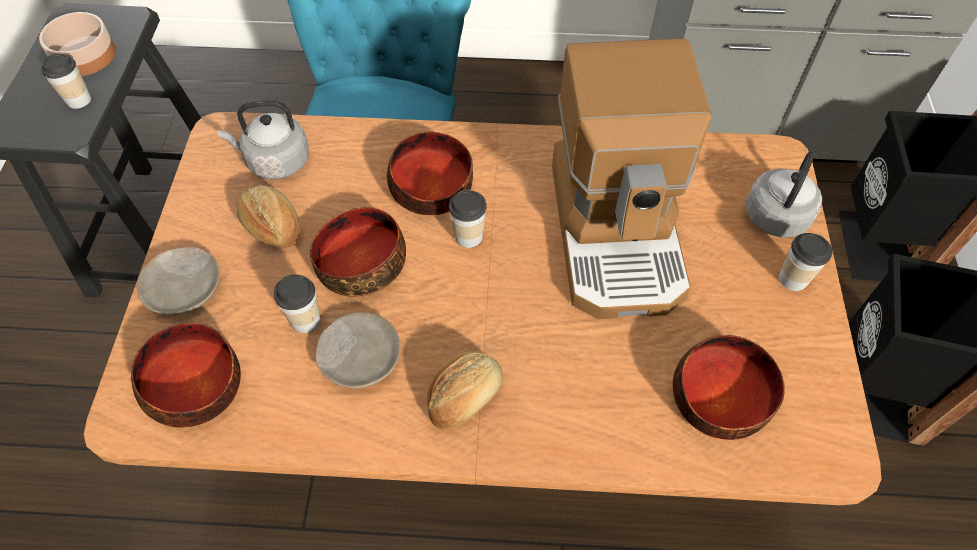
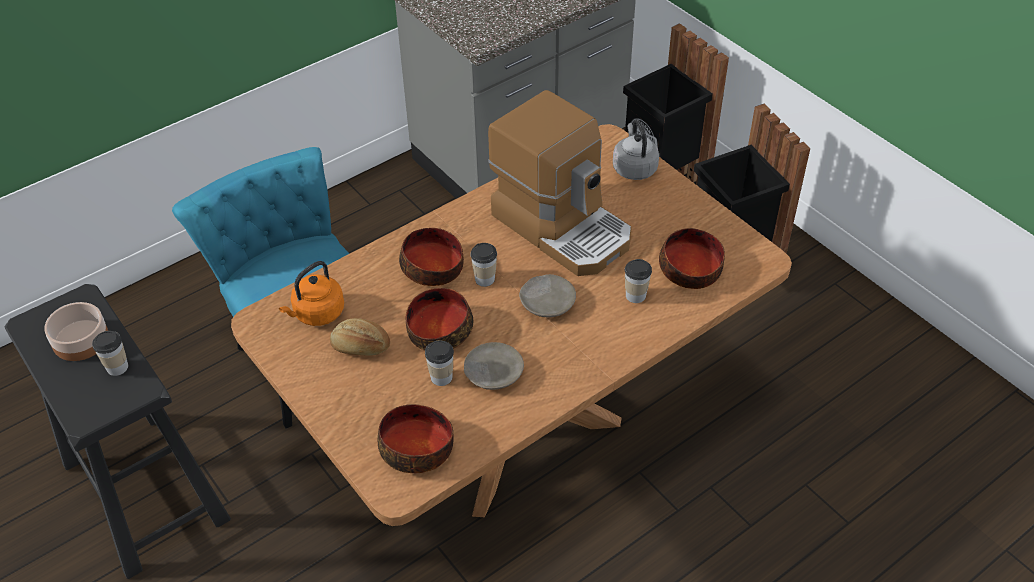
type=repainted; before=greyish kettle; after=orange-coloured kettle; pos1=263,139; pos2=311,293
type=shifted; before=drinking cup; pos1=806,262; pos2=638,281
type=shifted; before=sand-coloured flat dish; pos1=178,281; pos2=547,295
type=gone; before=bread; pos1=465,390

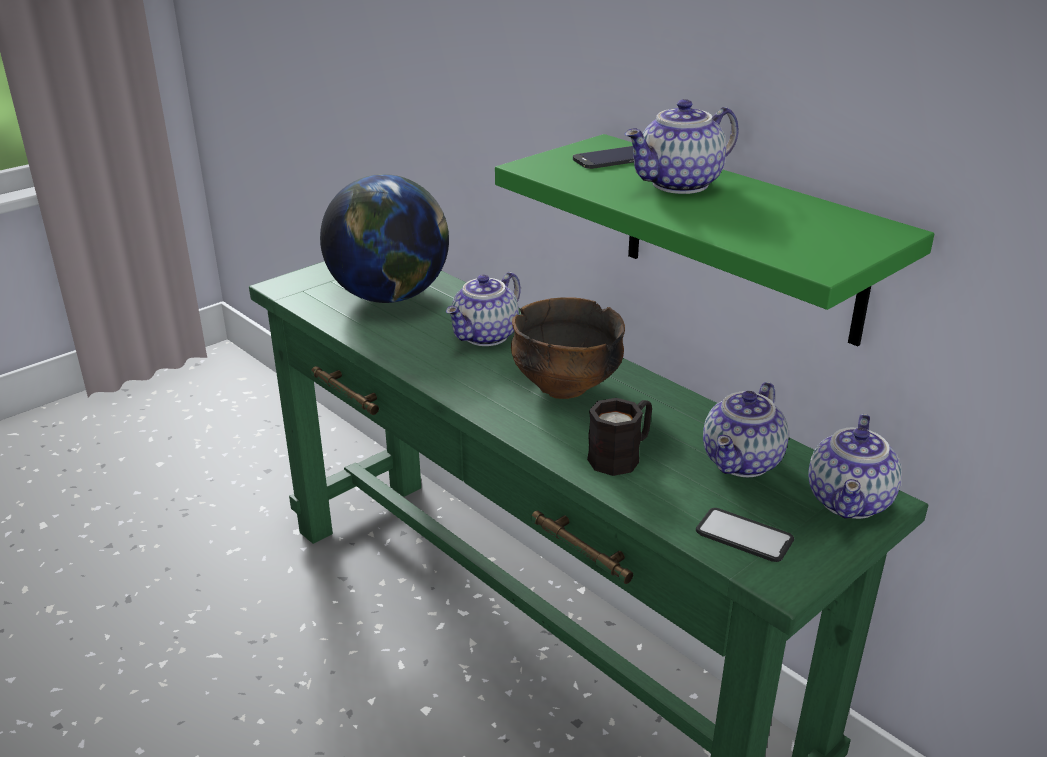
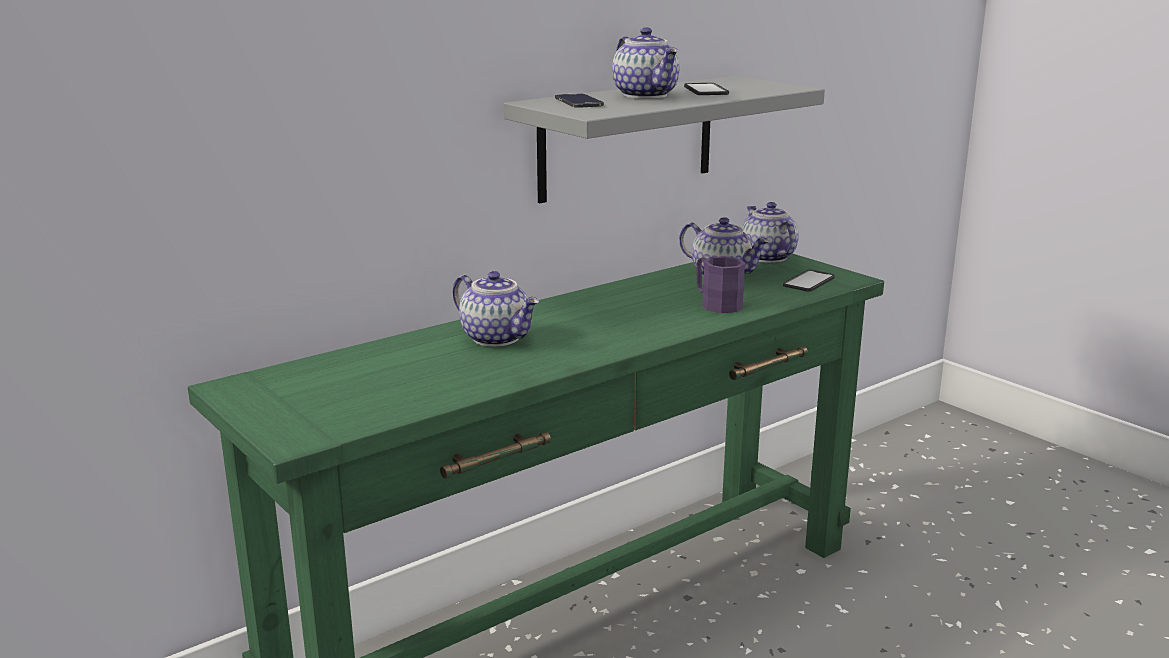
type=repainted; before=green-coloured wall shelf; after=greyish wall shelf; pos1=714,240; pos2=664,139
type=gone; before=globe; pos1=384,238
type=gone; before=serving bowl; pos1=568,348
type=repainted; before=black-coloured tea mug; after=purple-coloured tea mug; pos1=619,437; pos2=721,284
type=rotated; before=teapot; pos1=855,466; pos2=770,232; turn=-135
type=new; after=handset; pos2=706,89

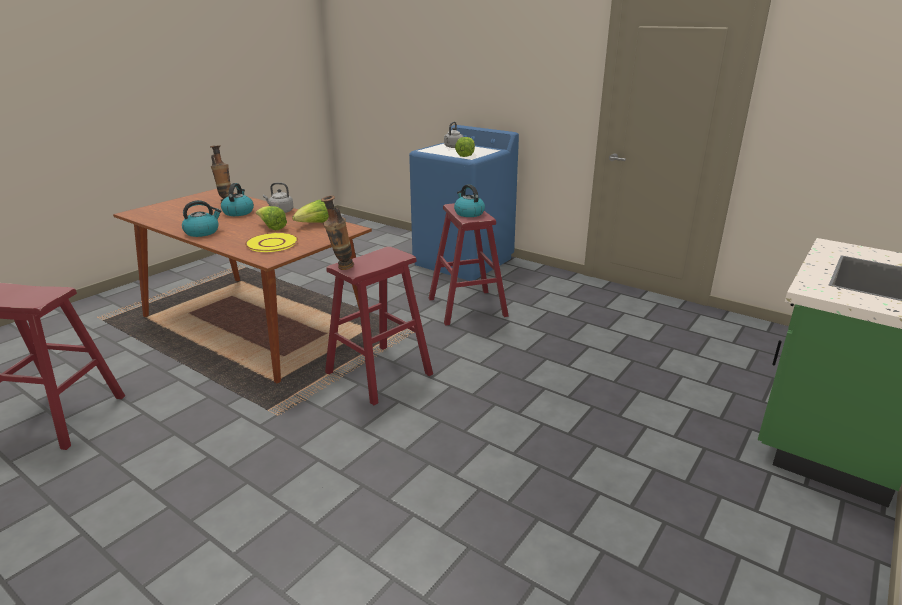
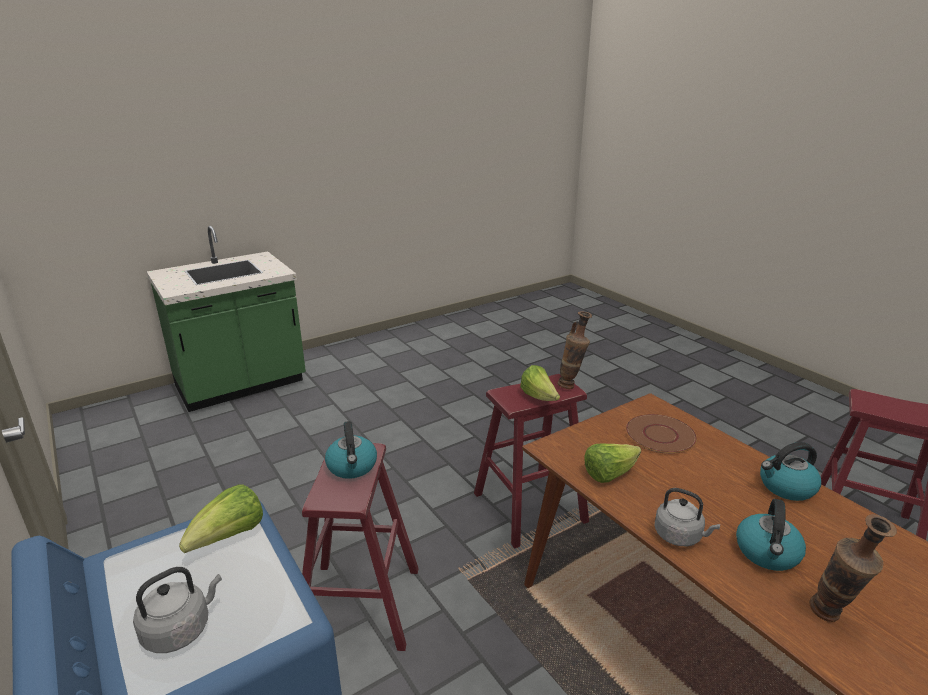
type=shifted; before=head of lettuce; pos1=271,218; pos2=540,383
type=repainted; before=yellow flat dish; after=brownish flat dish; pos1=271,242; pos2=661,434

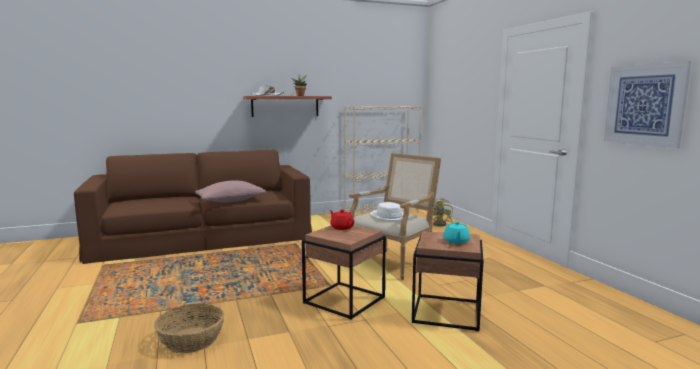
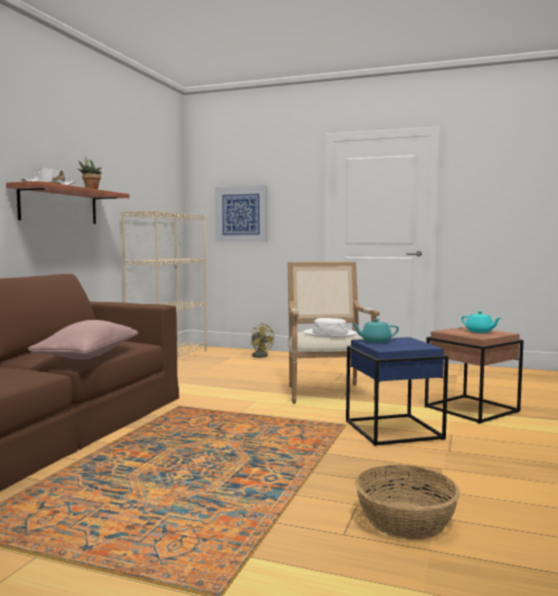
type=shifted; before=picture; pos1=647,105; pos2=241,213
type=repainted; before=reddish teapot; after=turquoise-coloured teapot; pos1=342,220; pos2=376,331
type=repainted; before=brownish end table; after=blue-coloured end table; pos1=344,272; pos2=397,391

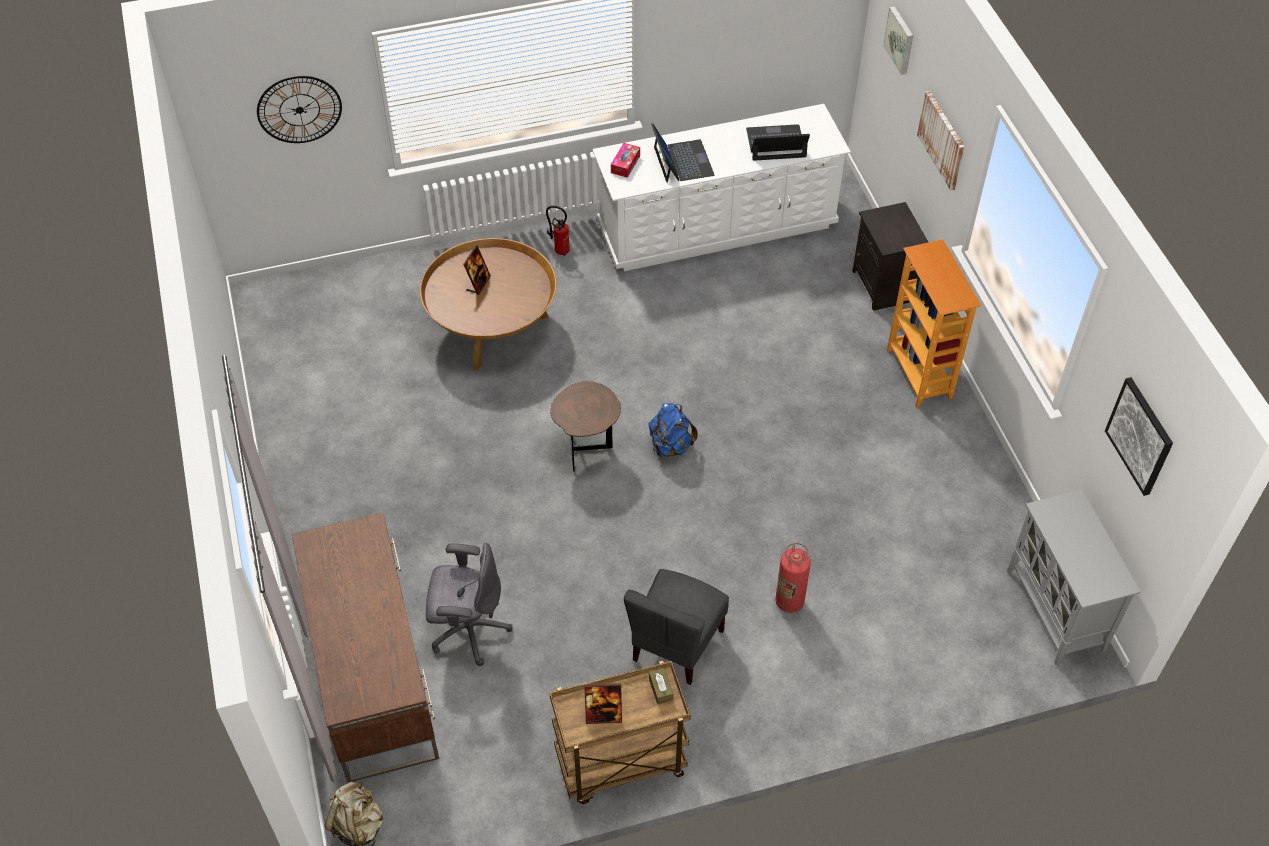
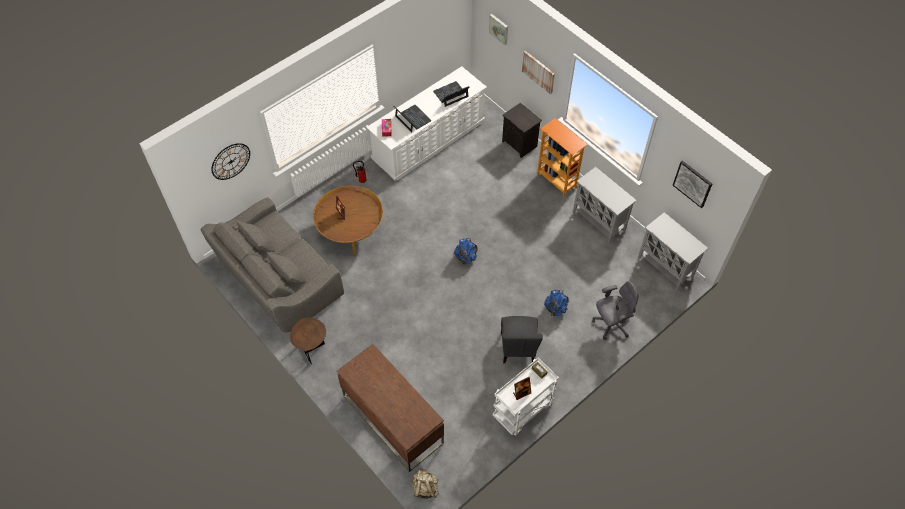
type=shifted; before=brownish end table; pos1=585,426; pos2=308,340
type=swapped; before=fire extinguisher; after=blue-coloured knapsack; pos1=793,577; pos2=556,303
type=shifted; before=greyish desk chair; pos1=469,604; pos2=615,310
type=repainted; before=brownish trolley; after=whitish trolley; pos1=619,732; pos2=526,396
type=new; after=greyish cupboard; pos2=605,205
type=new; after=greyish couch; pos2=272,264

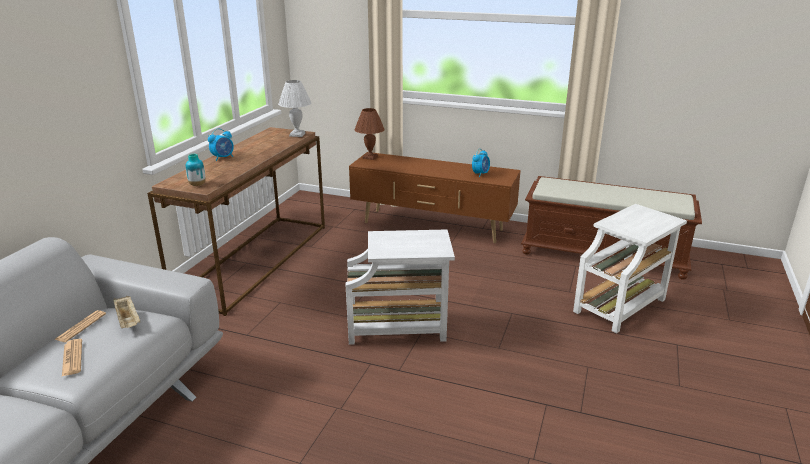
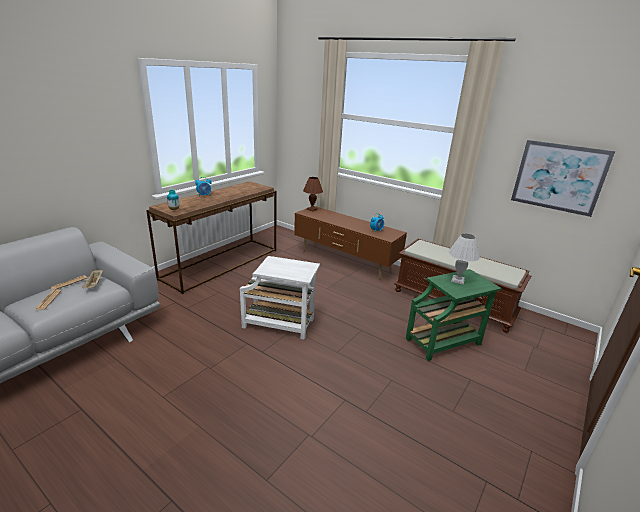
type=shifted; before=whitish tabletop lamp; pos1=294,108; pos2=464,259
type=repainted; before=whitish end table; after=green-coloured end table; pos1=630,268; pos2=454,315
type=new; after=picture; pos2=563,178

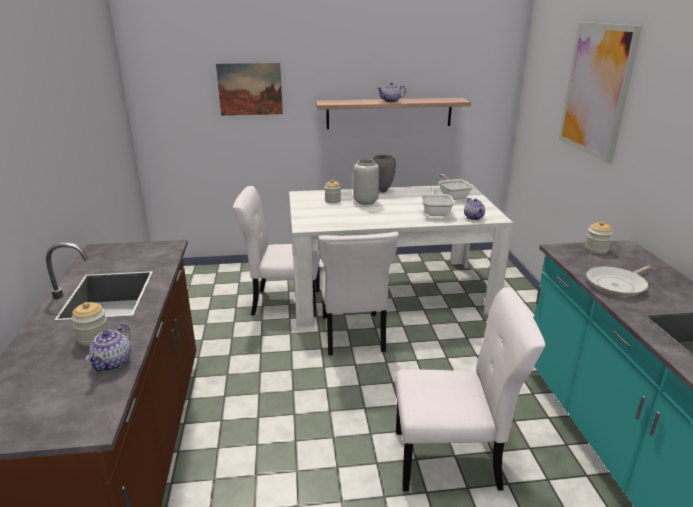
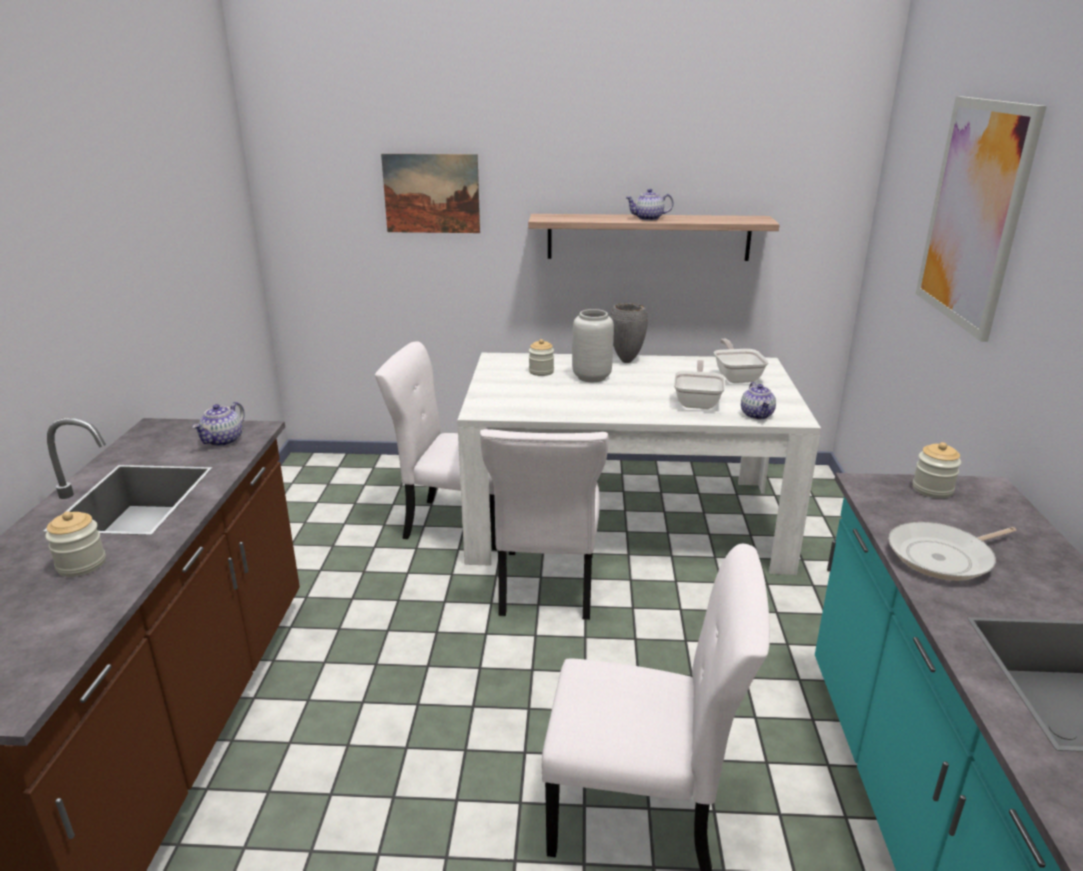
type=shifted; before=teapot; pos1=109,347; pos2=218,424

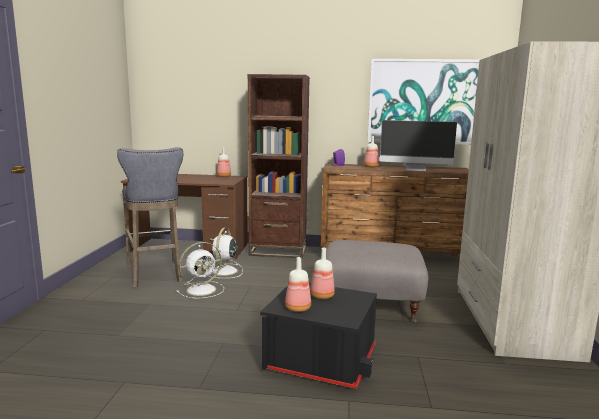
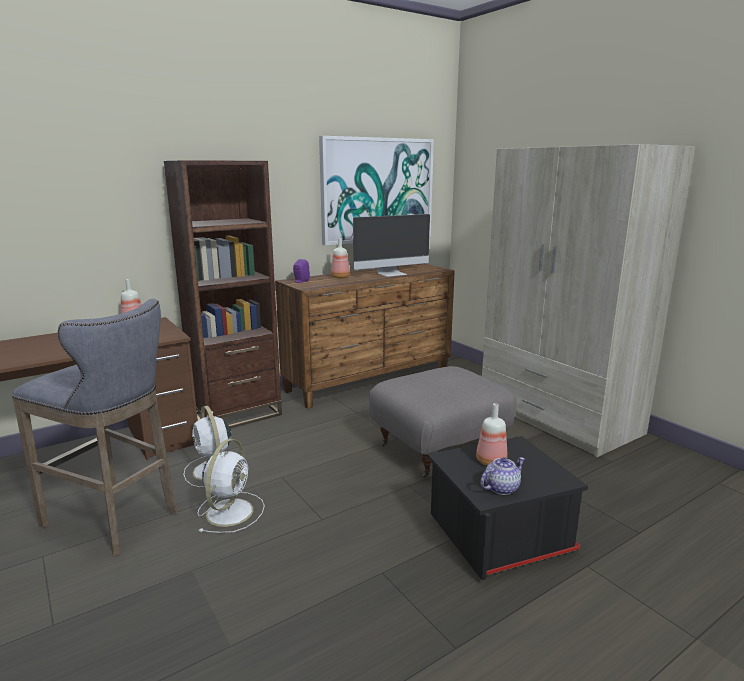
type=swapped; before=bottle; after=teapot; pos1=298,284; pos2=502,476

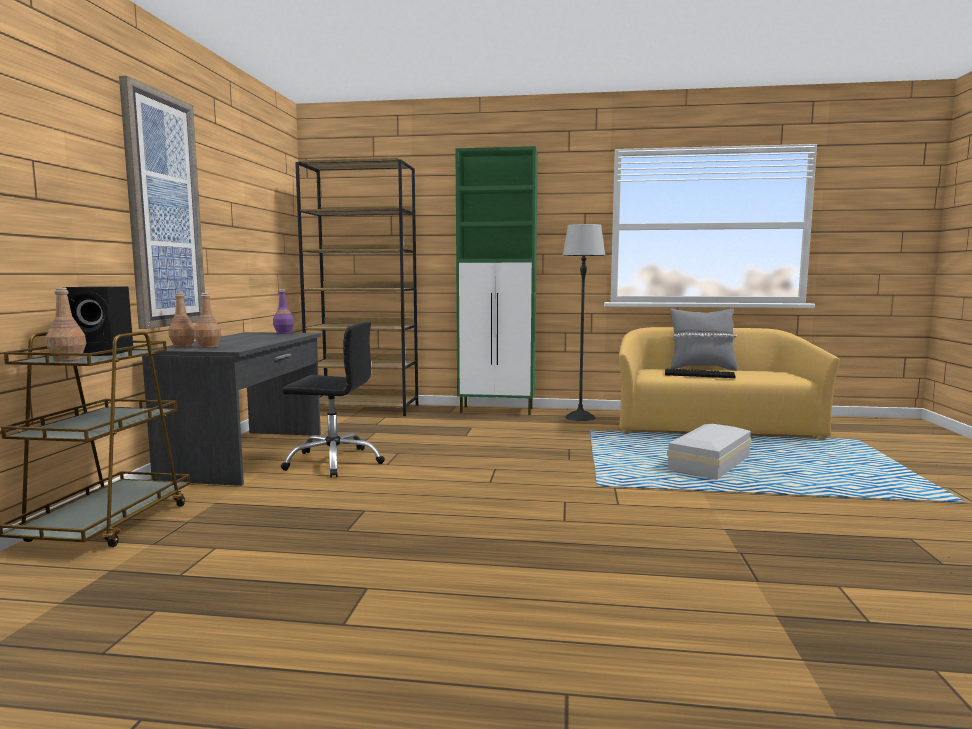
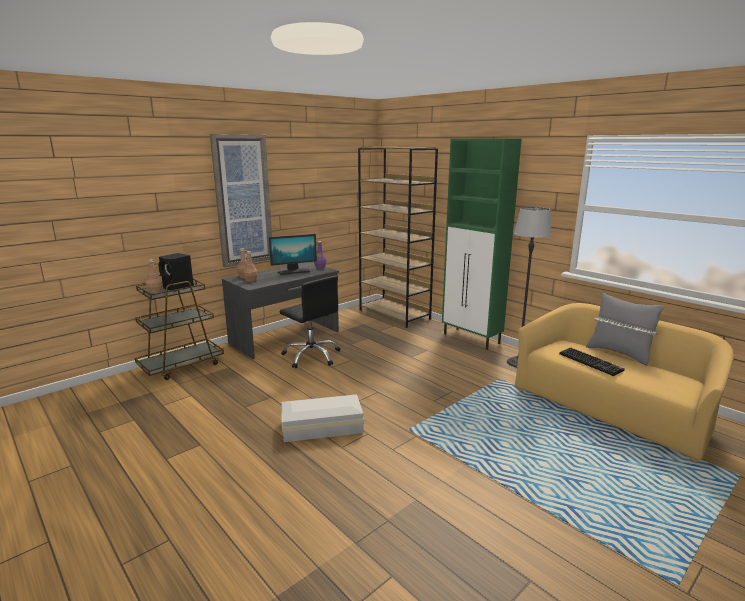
type=shifted; before=whitish storage container; pos1=709,452; pos2=322,418
type=new; after=computer screen; pos2=293,254

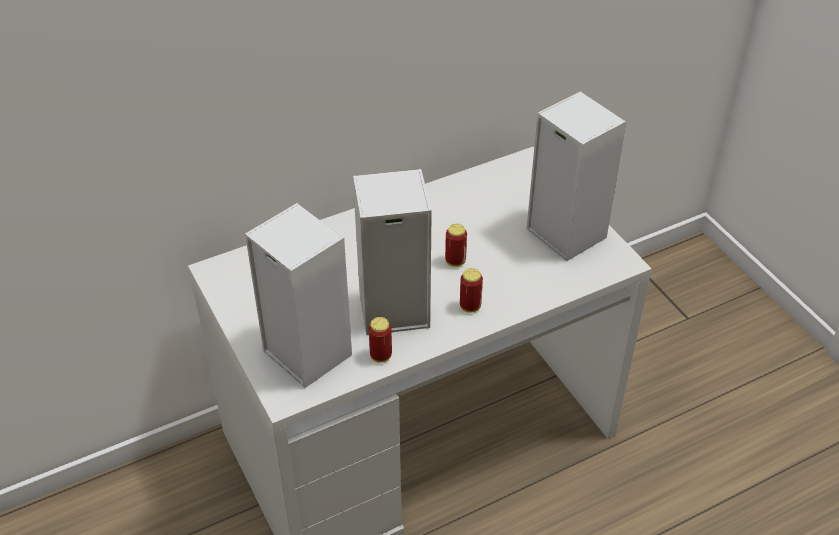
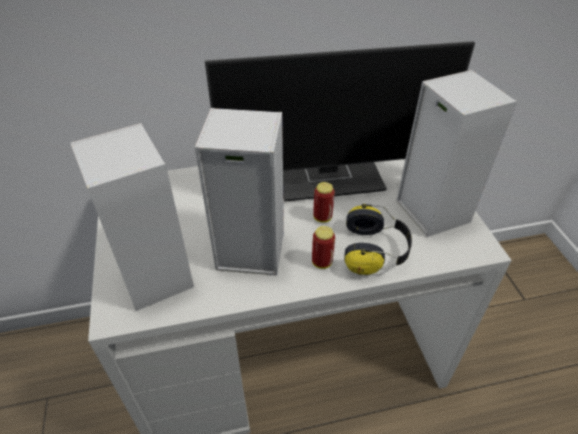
type=gone; before=can; pos1=380,340
type=new; after=computer screen; pos2=340,121
type=new; after=headphones; pos2=378,240

